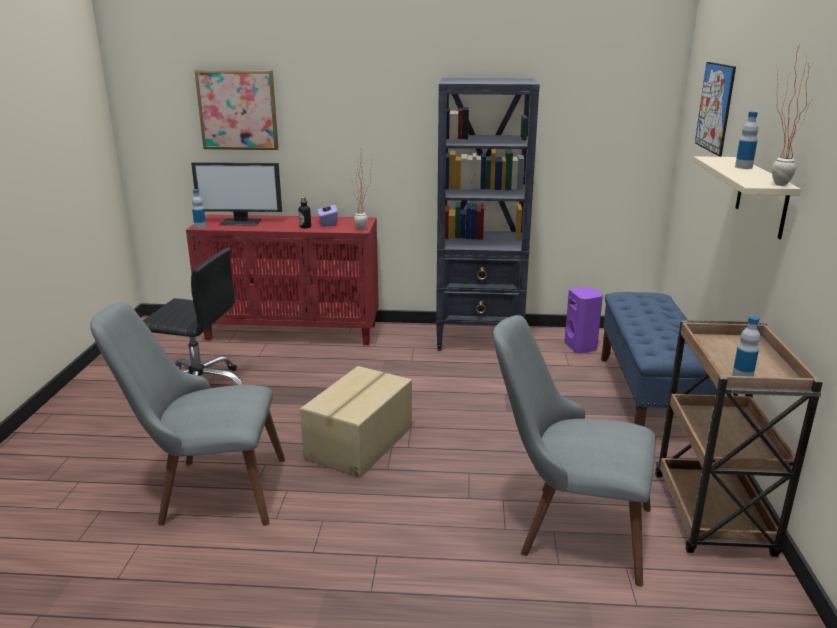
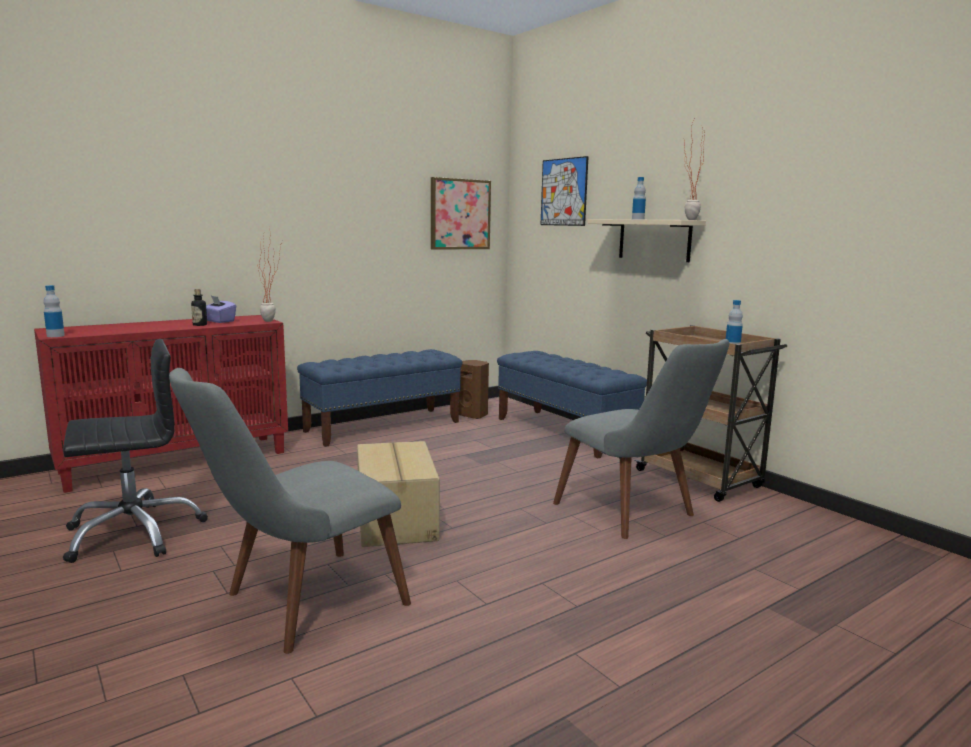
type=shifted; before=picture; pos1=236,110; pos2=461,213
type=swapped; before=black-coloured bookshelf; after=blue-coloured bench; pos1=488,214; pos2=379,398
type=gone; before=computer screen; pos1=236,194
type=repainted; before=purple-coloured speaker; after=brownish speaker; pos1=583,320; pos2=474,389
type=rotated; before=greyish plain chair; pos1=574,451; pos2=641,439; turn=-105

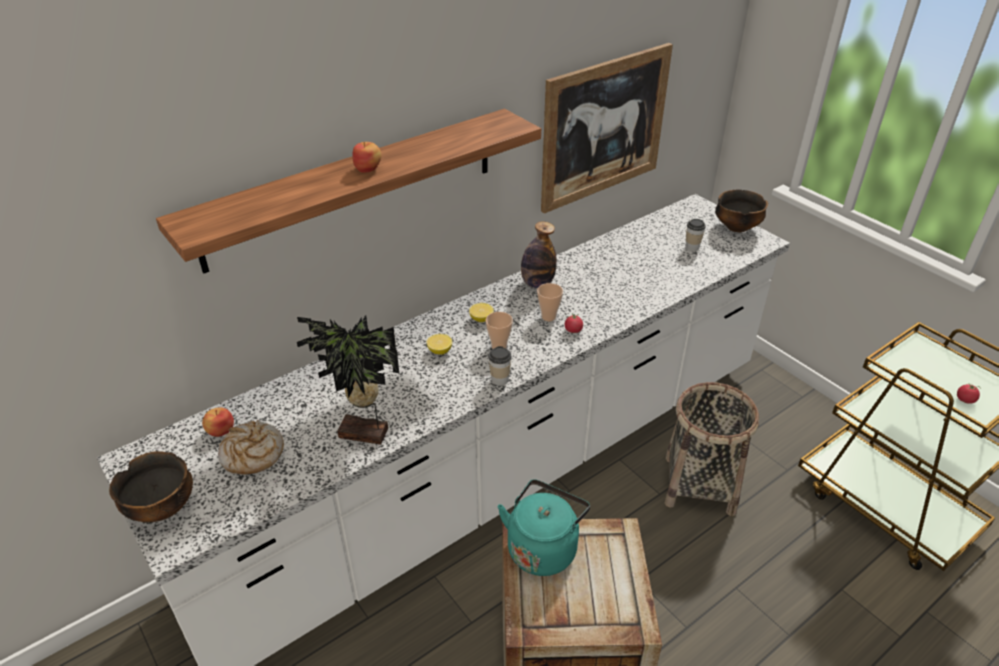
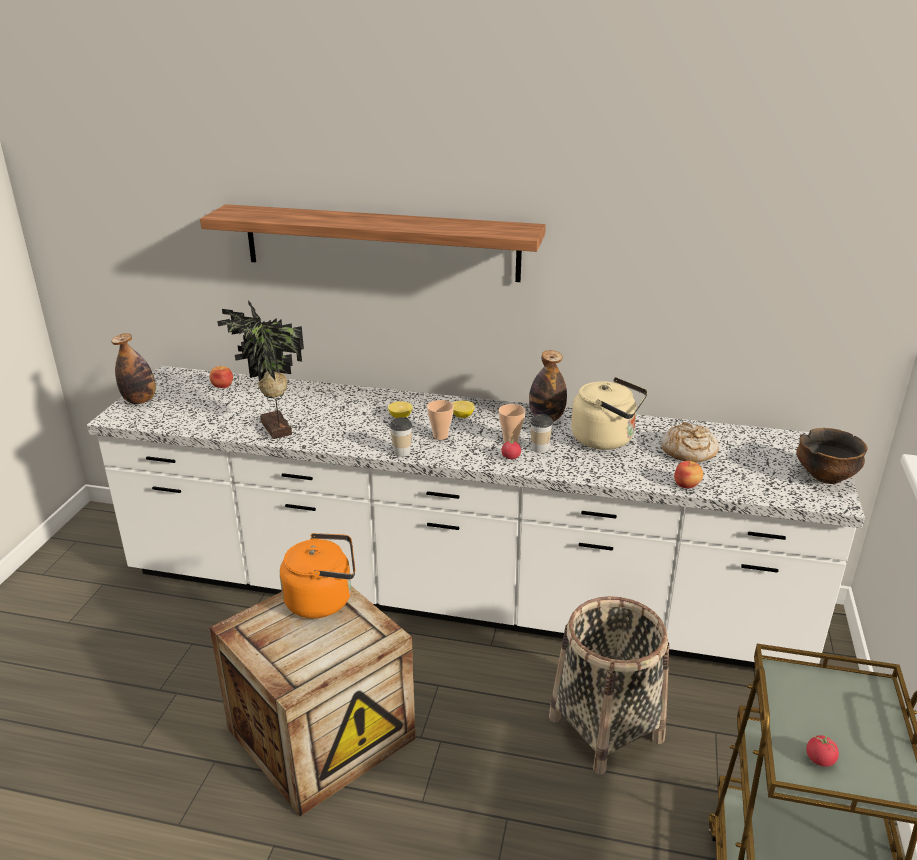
type=gone; before=picture; pos1=607,128
type=shifted; before=apple fruit; pos1=367,157; pos2=688,474
type=shifted; before=drinking cup; pos1=695,235; pos2=541,433
type=shifted; before=bread; pos1=251,447; pos2=690,442
type=swapped; before=serving bowl; after=bottle; pos1=151,486; pos2=133,368
type=repainted; before=turquoise-coloured kettle; after=orange-coloured kettle; pos1=544,527; pos2=317,575
type=new; after=sand-coloured kettle; pos2=609,413

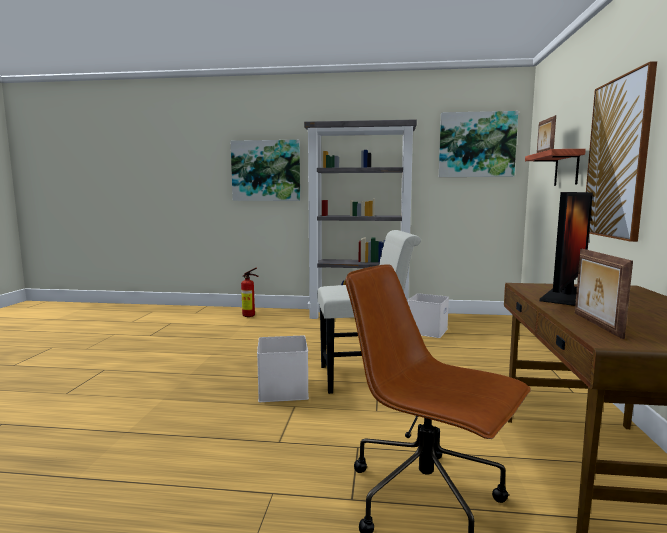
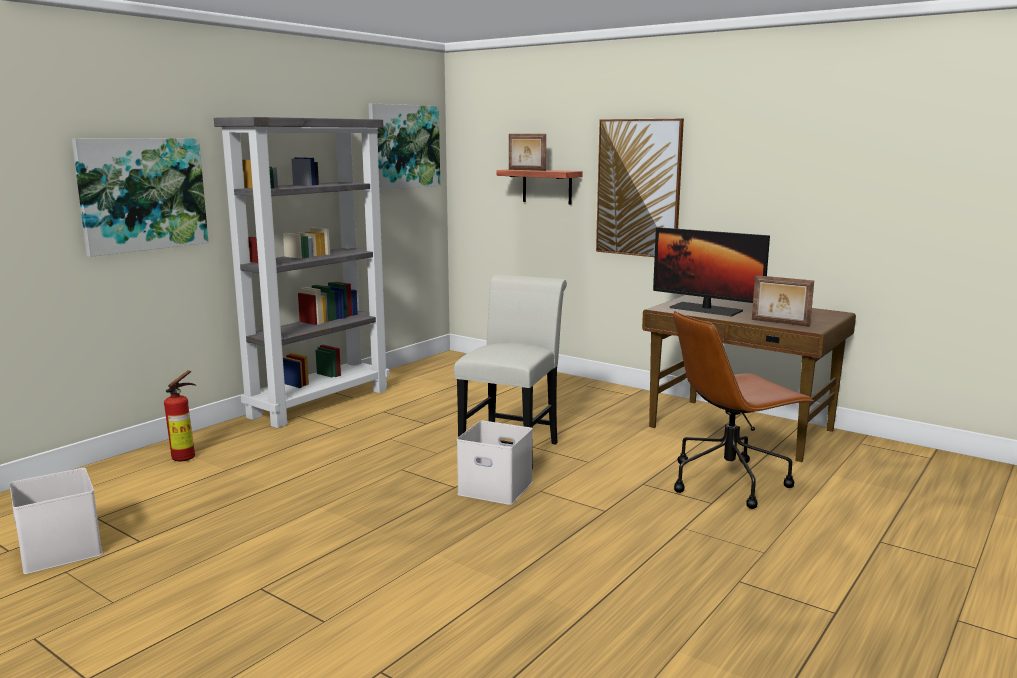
type=rotated; before=computer screen; pos1=566,249; pos2=711,271; turn=150
type=shifted; before=whitish storage container; pos1=428,315; pos2=56,521

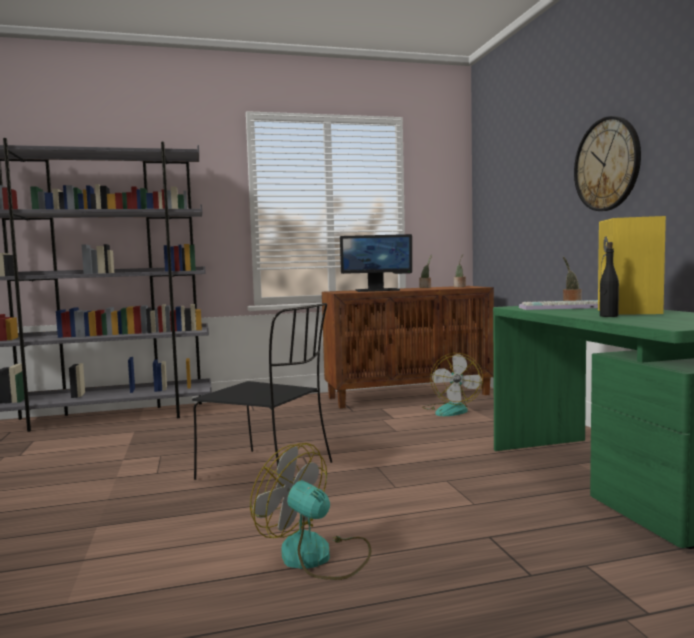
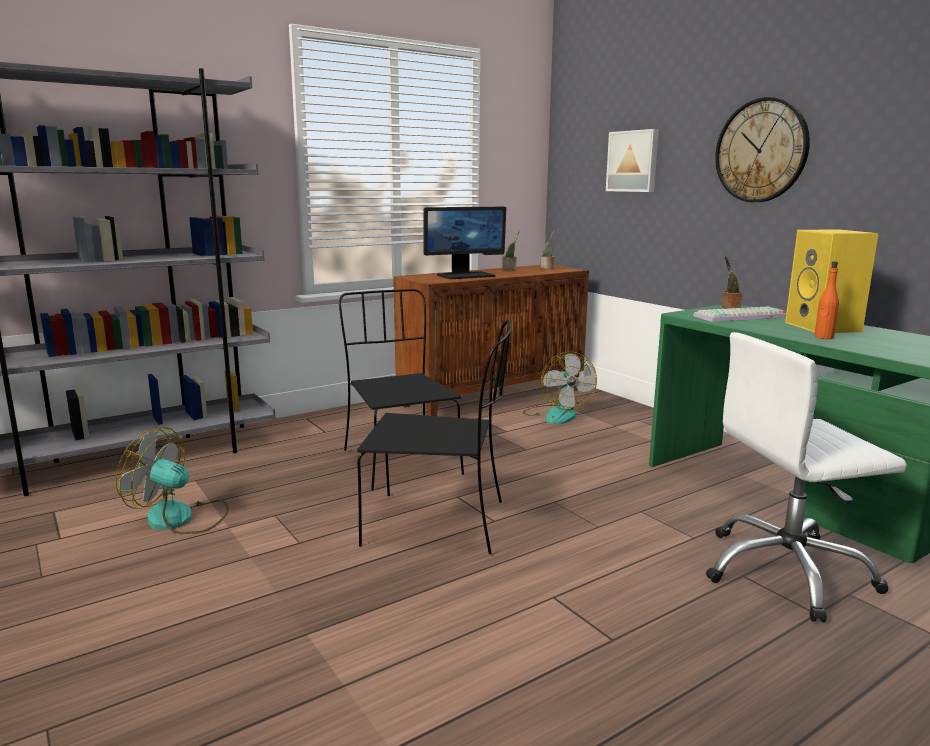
type=repainted; before=black-coloured bottle; after=orange-coloured bottle; pos1=609,279; pos2=826,300
type=shifted; before=cooling fan; pos1=310,511; pos2=172,480
type=new; after=picture; pos2=632,160
type=new; after=black-coloured plain chair; pos2=401,389
type=new; after=whitish desk chair; pos2=806,477

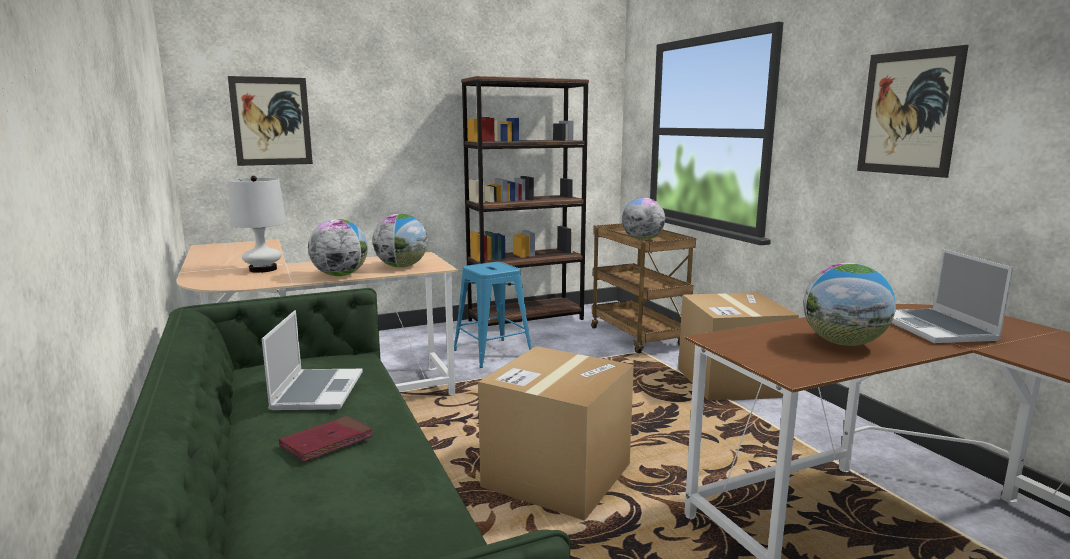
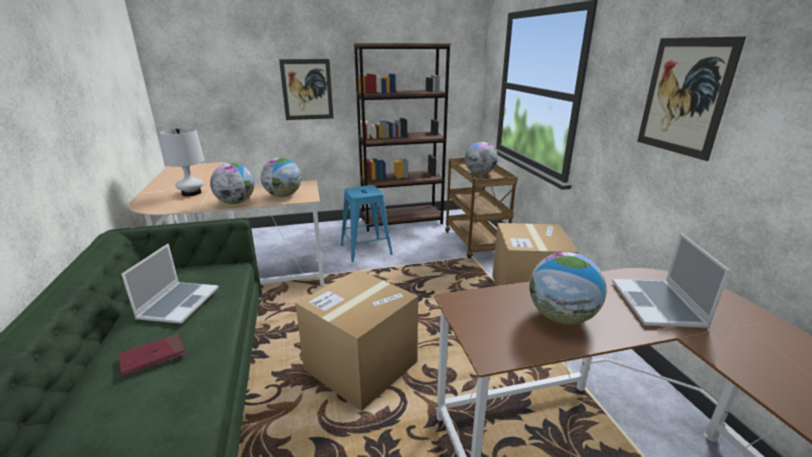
type=shifted; before=picture; pos1=270,121; pos2=306,89

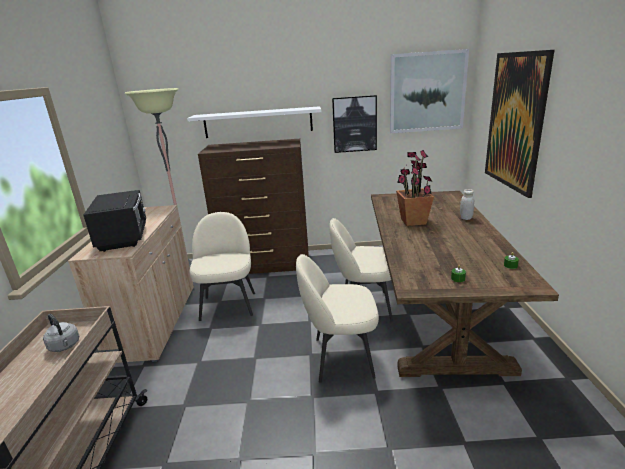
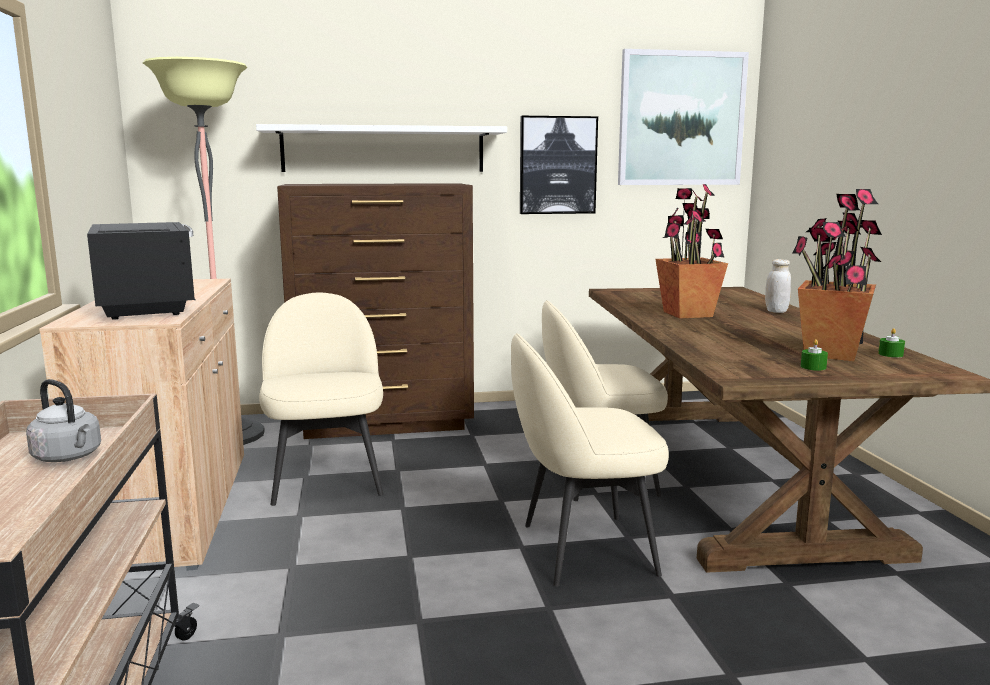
type=gone; before=picture; pos1=519,124
type=new; after=potted plant; pos2=837,275

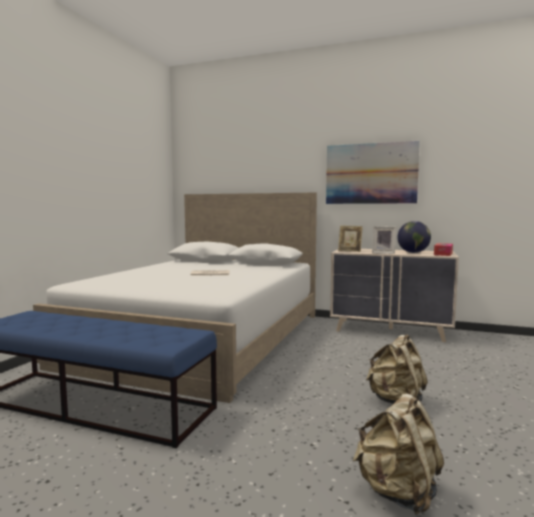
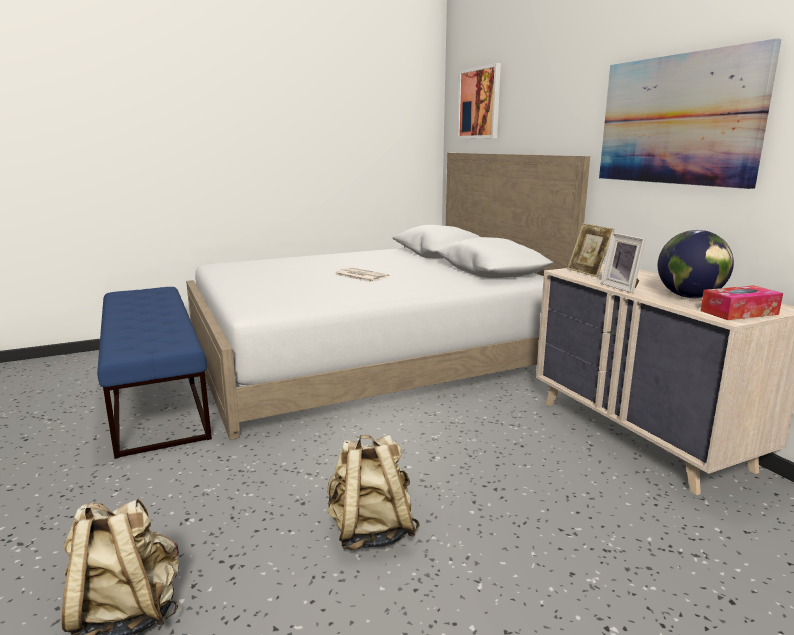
type=new; after=picture; pos2=479,101

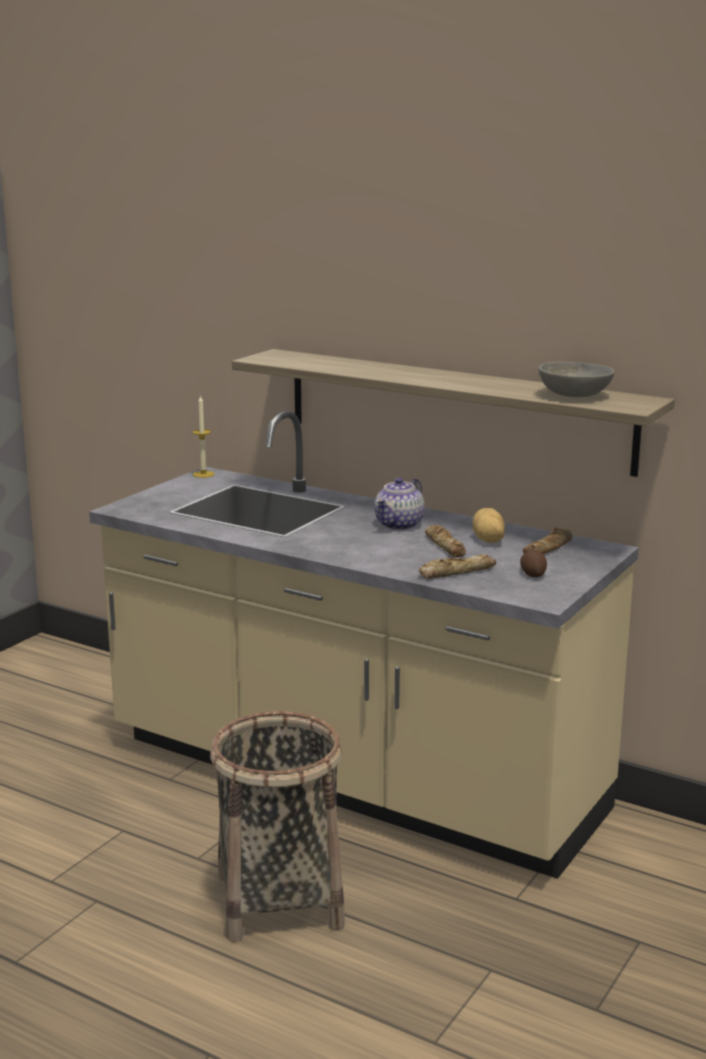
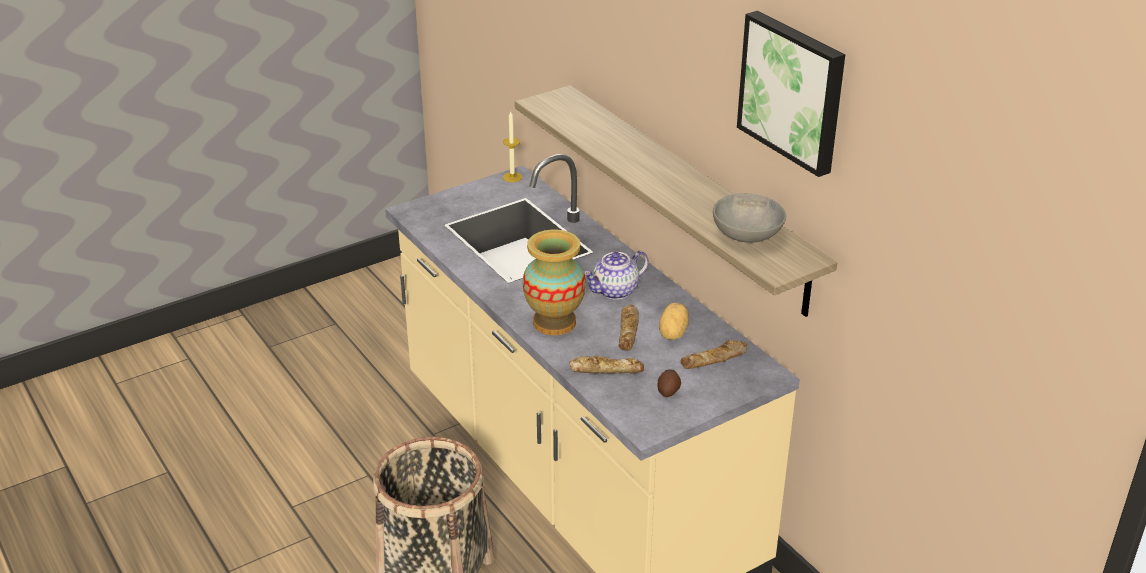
type=new; after=picture; pos2=791,94
type=new; after=decorative vase; pos2=554,282

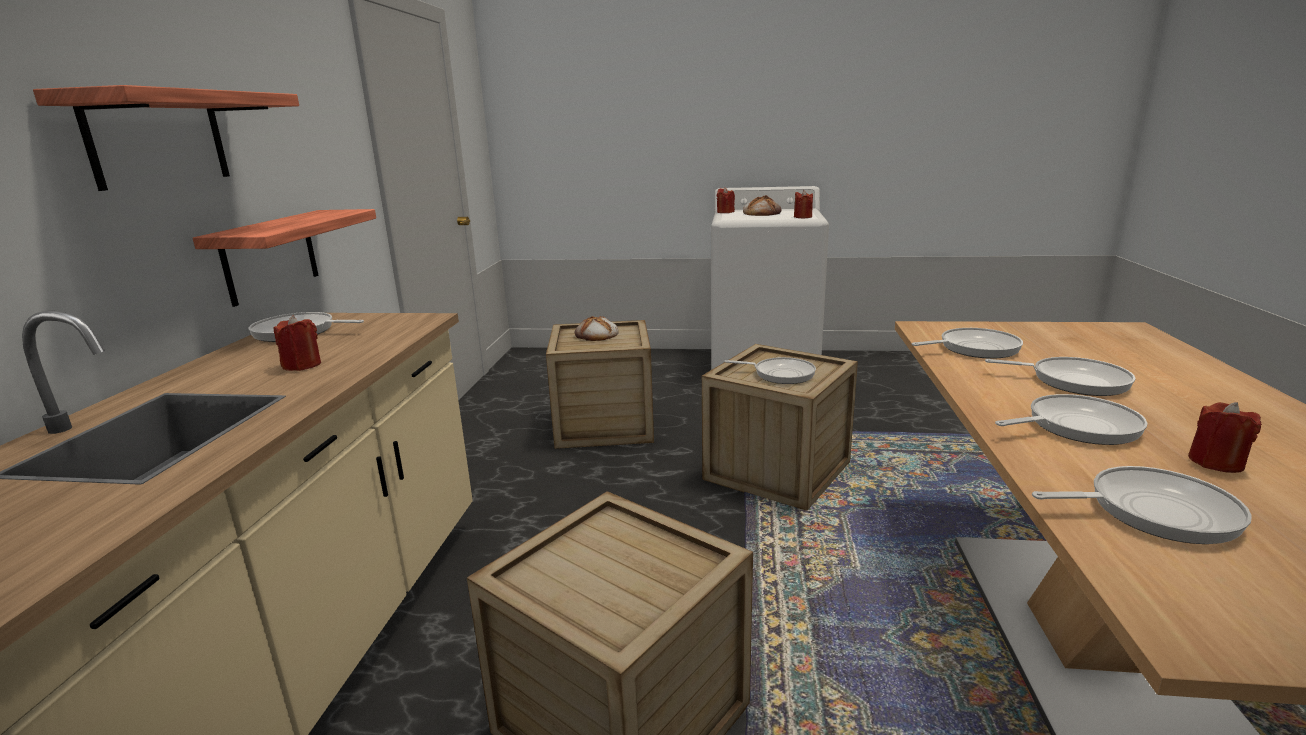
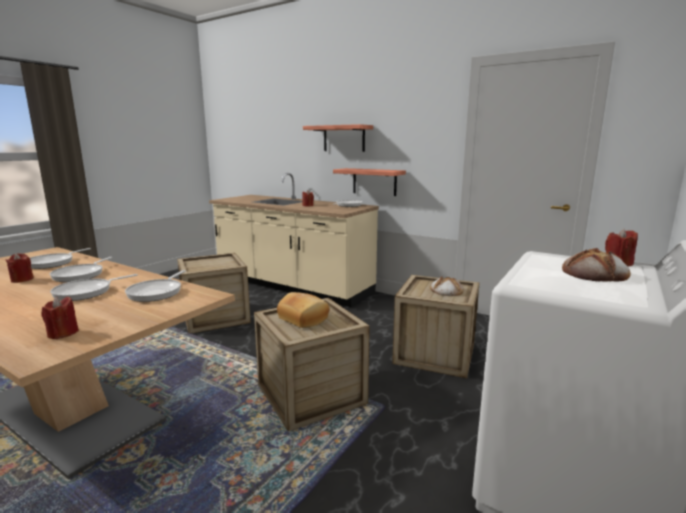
type=shifted; before=reddish wax light; pos1=803,204; pos2=60,318
type=swapped; before=pan; after=bread; pos1=770,370; pos2=303,310

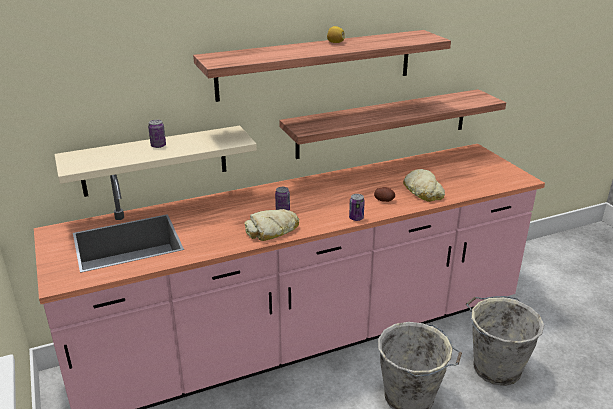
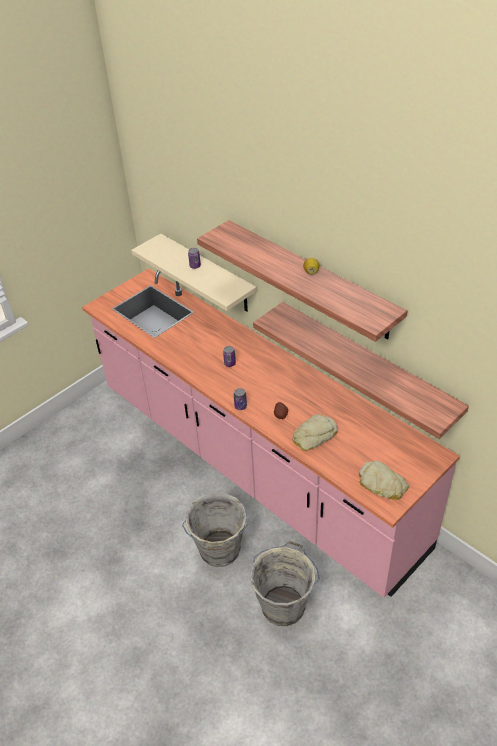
type=shifted; before=bread; pos1=271,225; pos2=384,480

